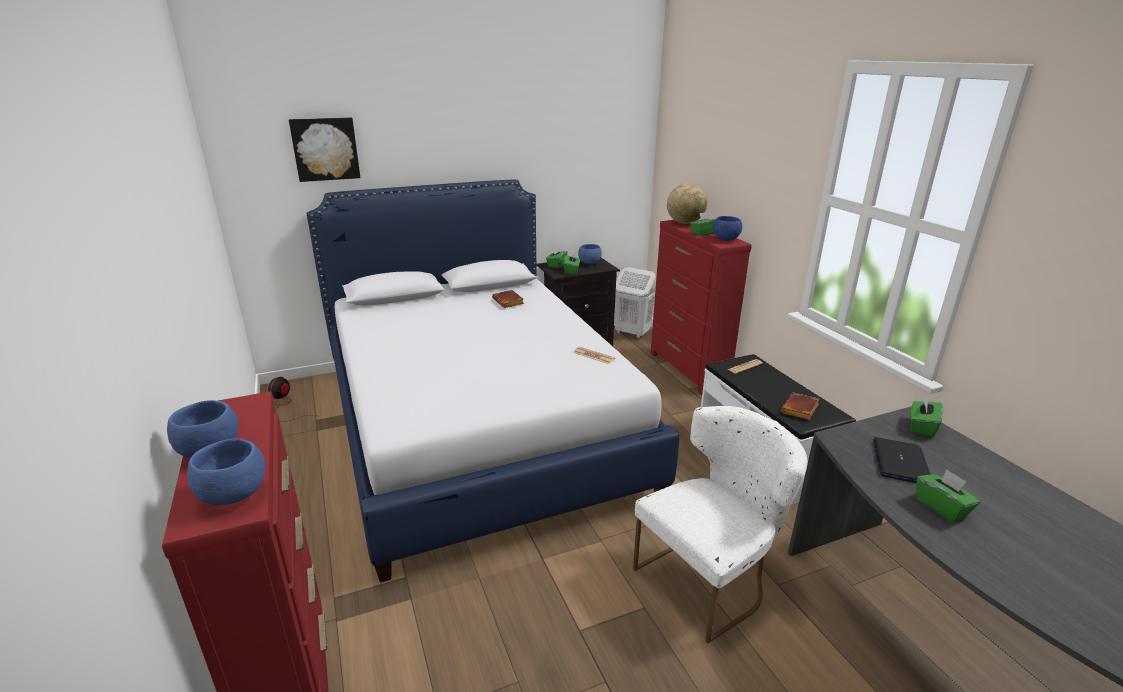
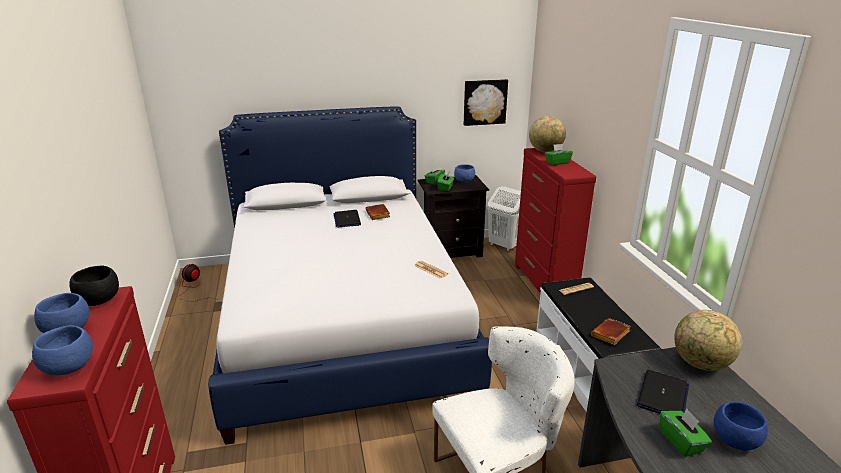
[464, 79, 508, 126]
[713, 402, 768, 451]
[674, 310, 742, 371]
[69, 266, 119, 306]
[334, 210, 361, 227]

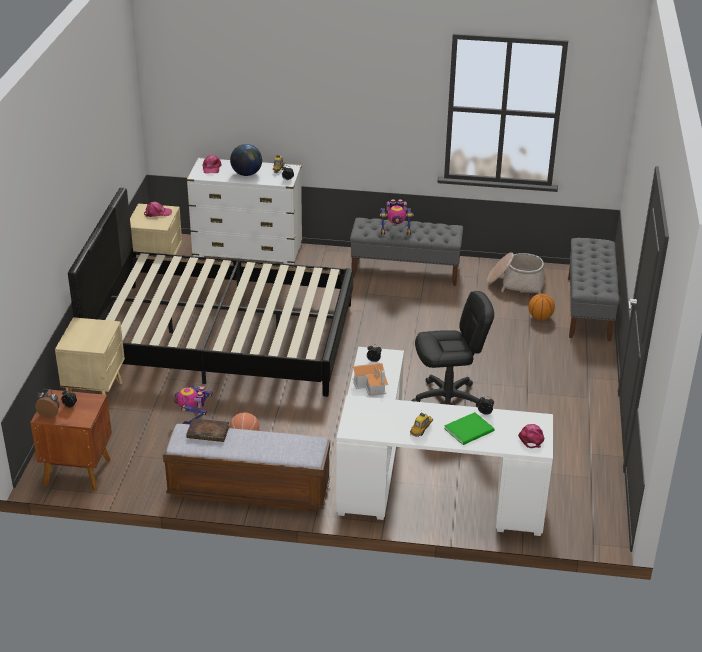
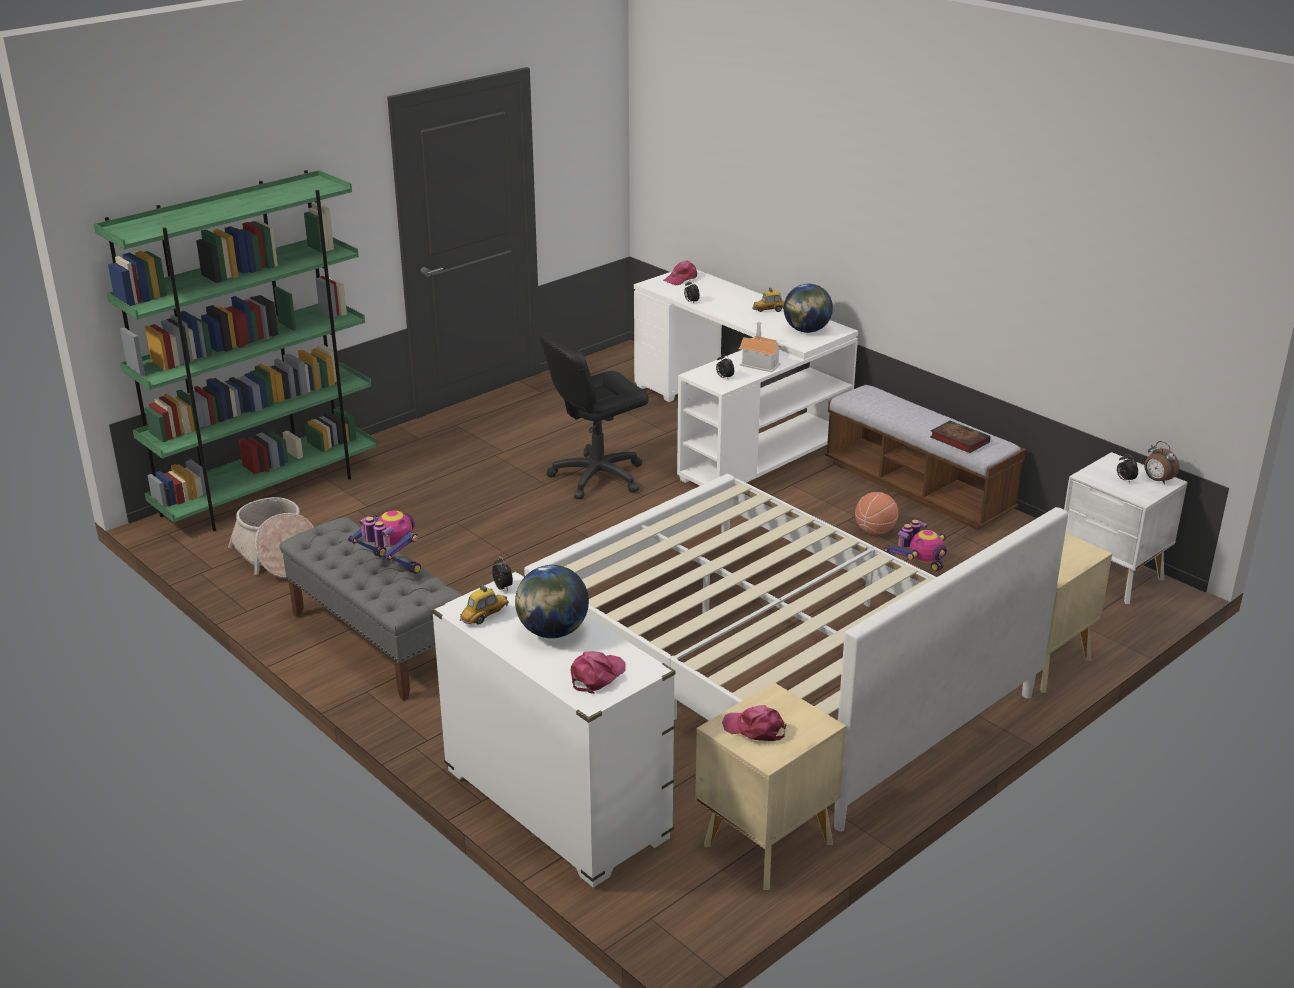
[1064, 452, 1188, 604]
[524, 474, 1068, 832]
[540, 332, 649, 499]
[444, 412, 495, 445] (first image)
[528, 294, 555, 320] (first image)
[94, 170, 377, 531]
[784, 284, 833, 333]

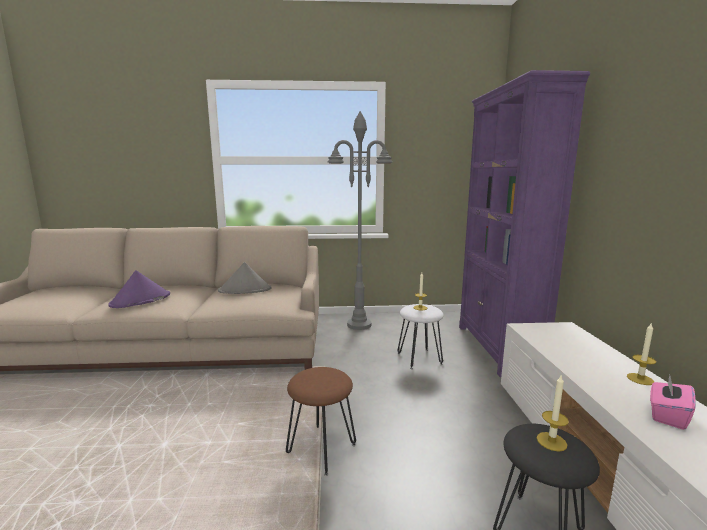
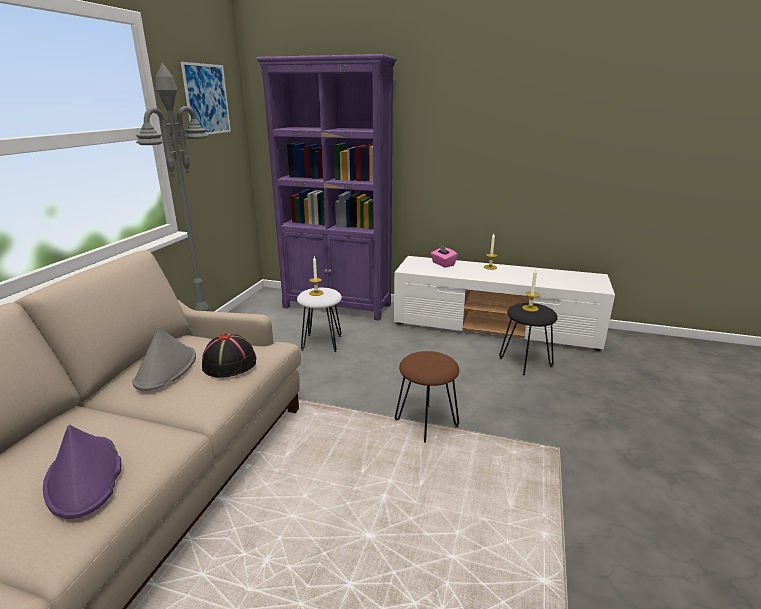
[431, 245, 458, 267]
[181, 62, 231, 135]
[202, 334, 256, 378]

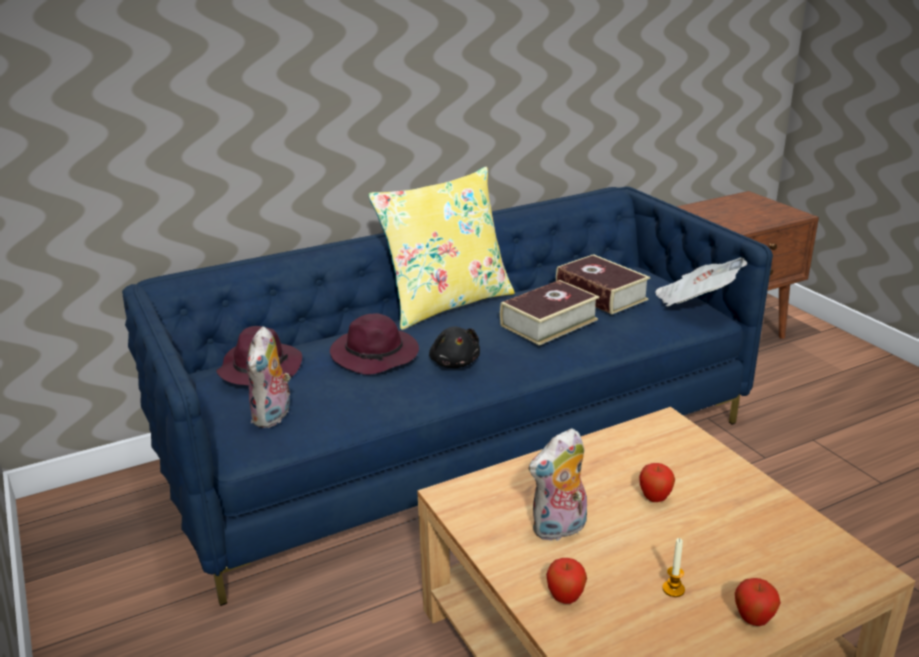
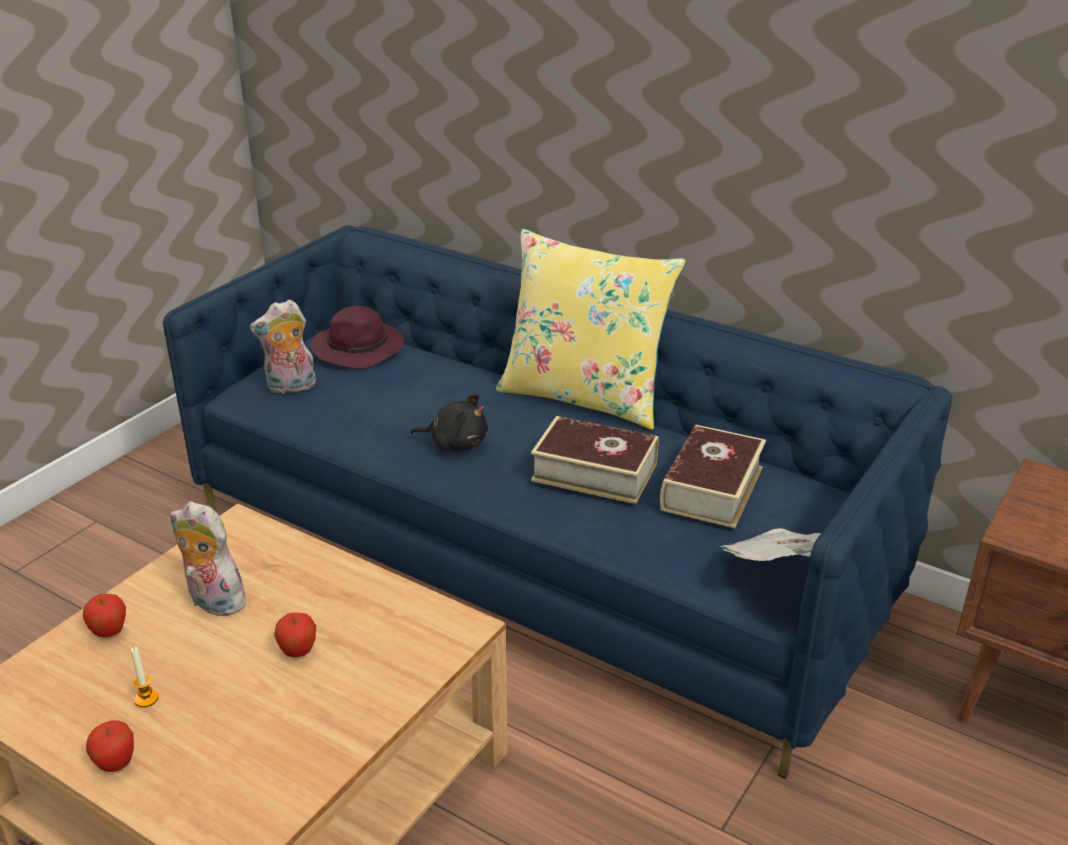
[330, 313, 419, 375] (first image)
[410, 394, 488, 451]

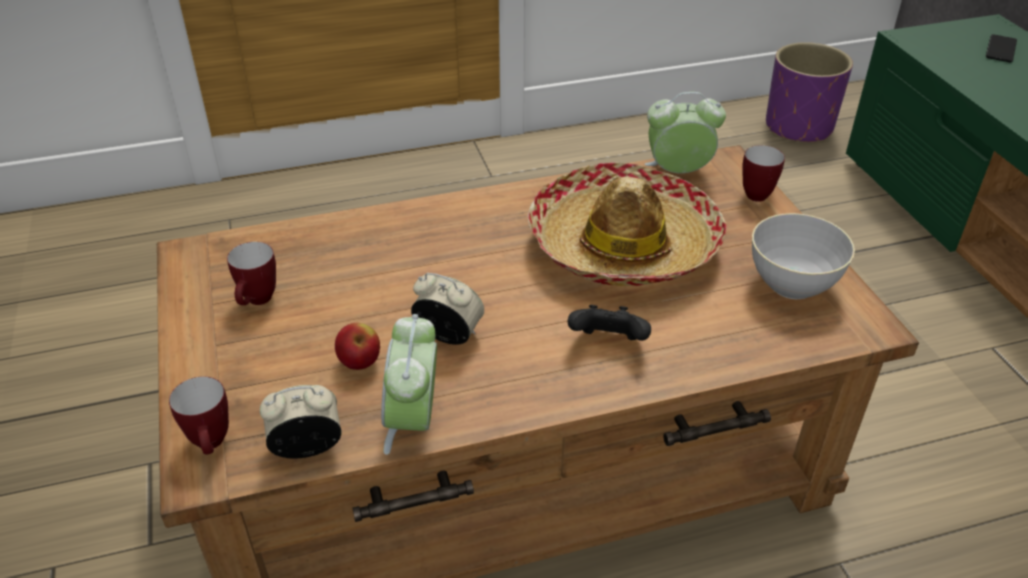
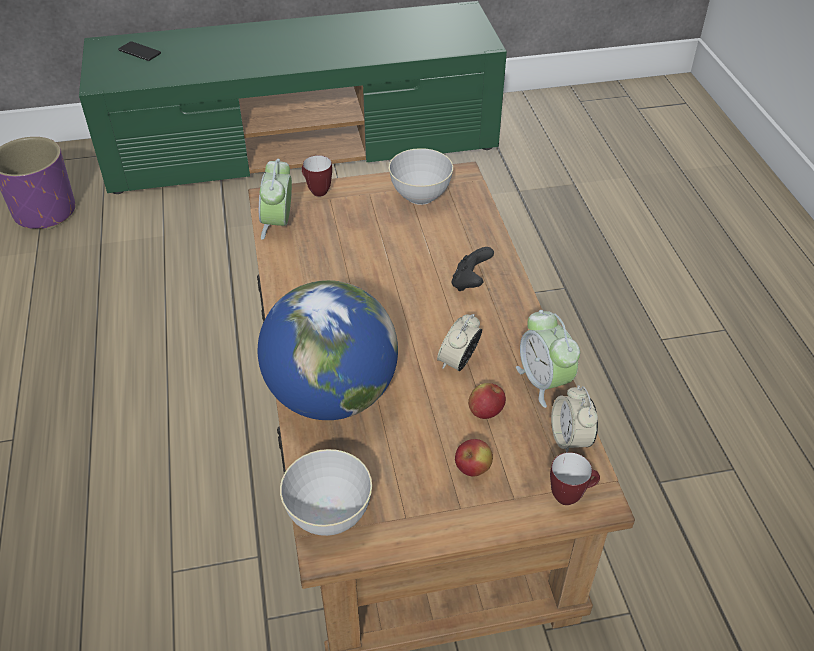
[227, 242, 276, 305] (first image)
[516, 310, 580, 408]
[528, 162, 726, 286] (first image)
[258, 280, 398, 420]
[280, 449, 372, 536]
[455, 439, 493, 477]

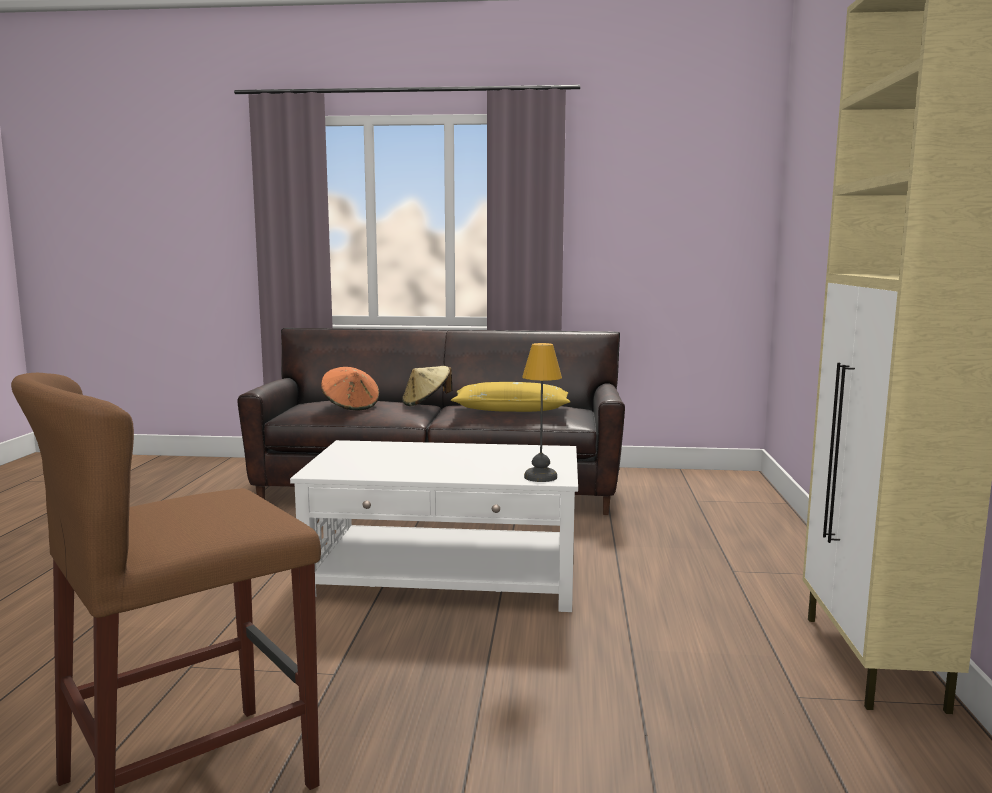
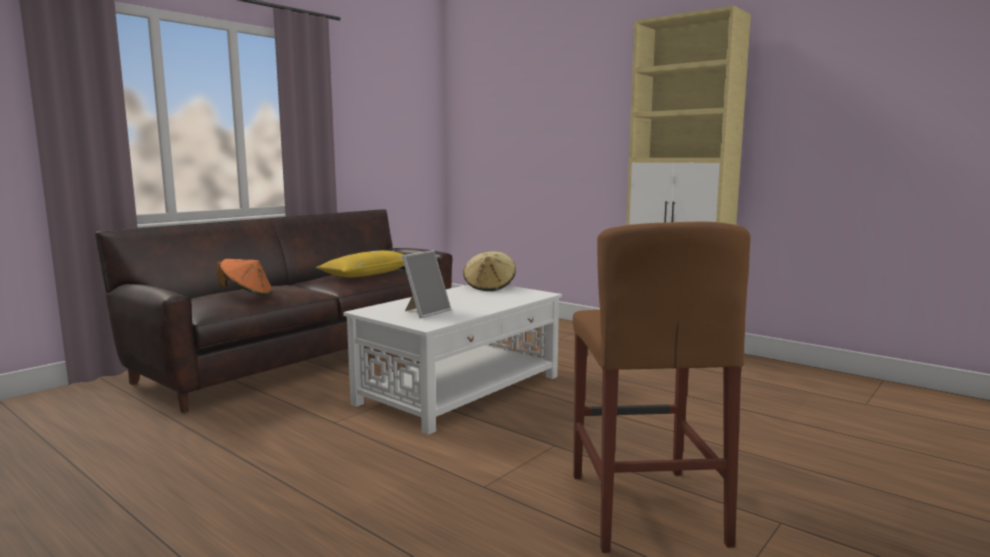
[463, 251, 516, 291]
[522, 343, 562, 482] (first image)
[402, 250, 451, 318]

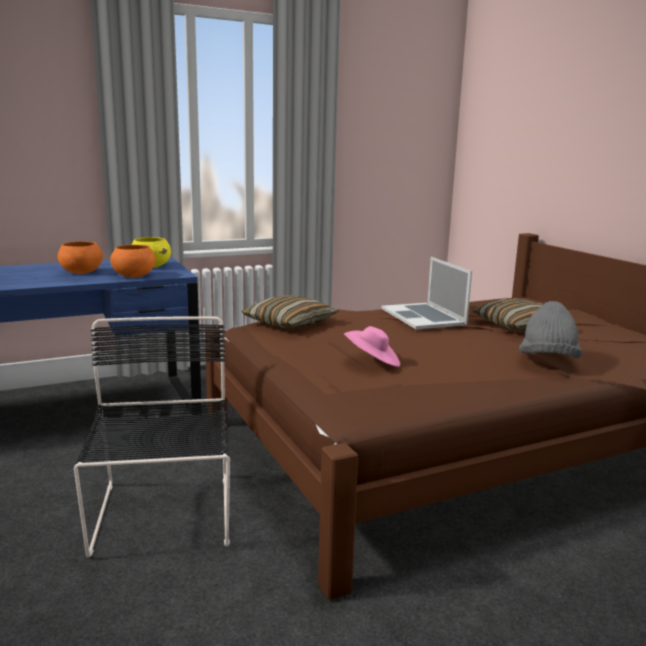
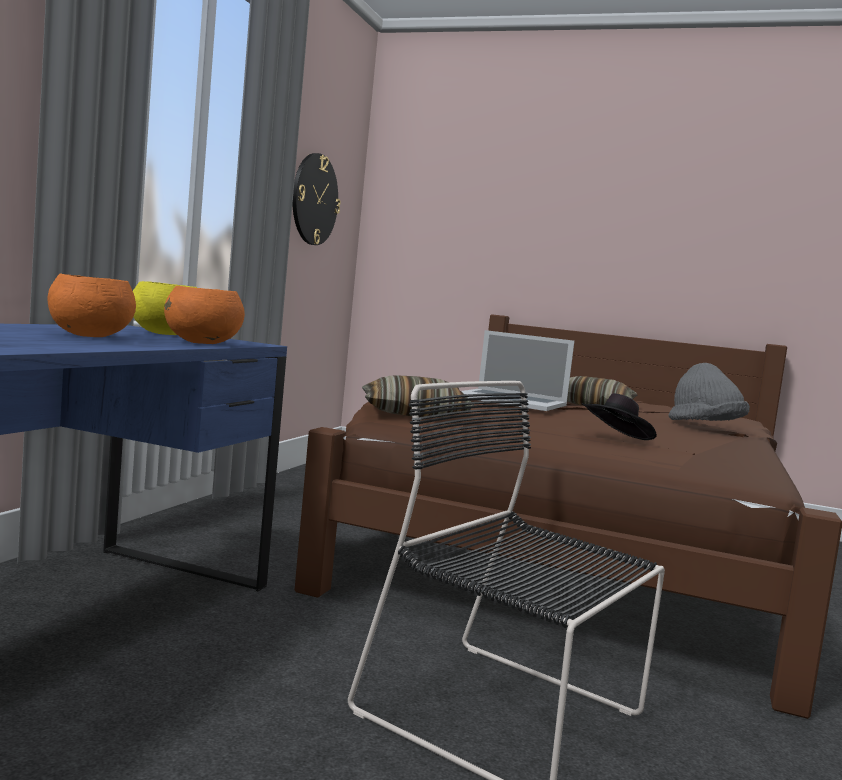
[582, 393, 657, 440]
[292, 153, 341, 245]

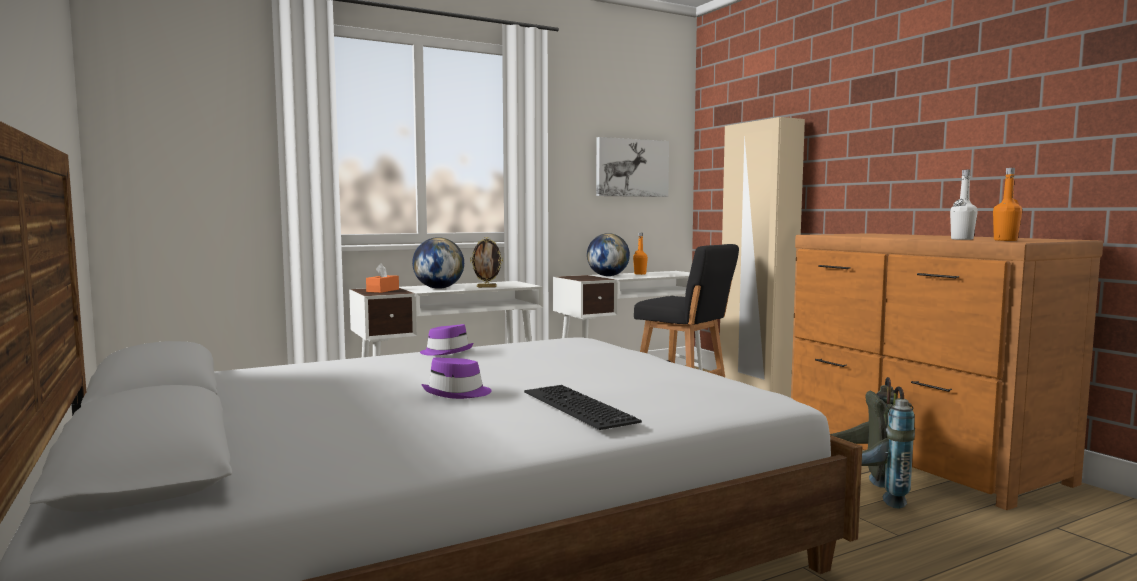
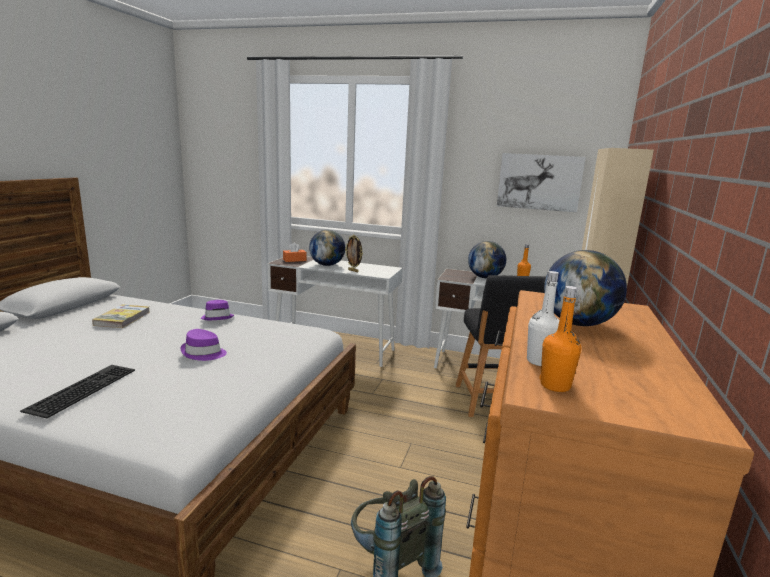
[181, 329, 227, 361]
[92, 304, 150, 328]
[544, 250, 627, 326]

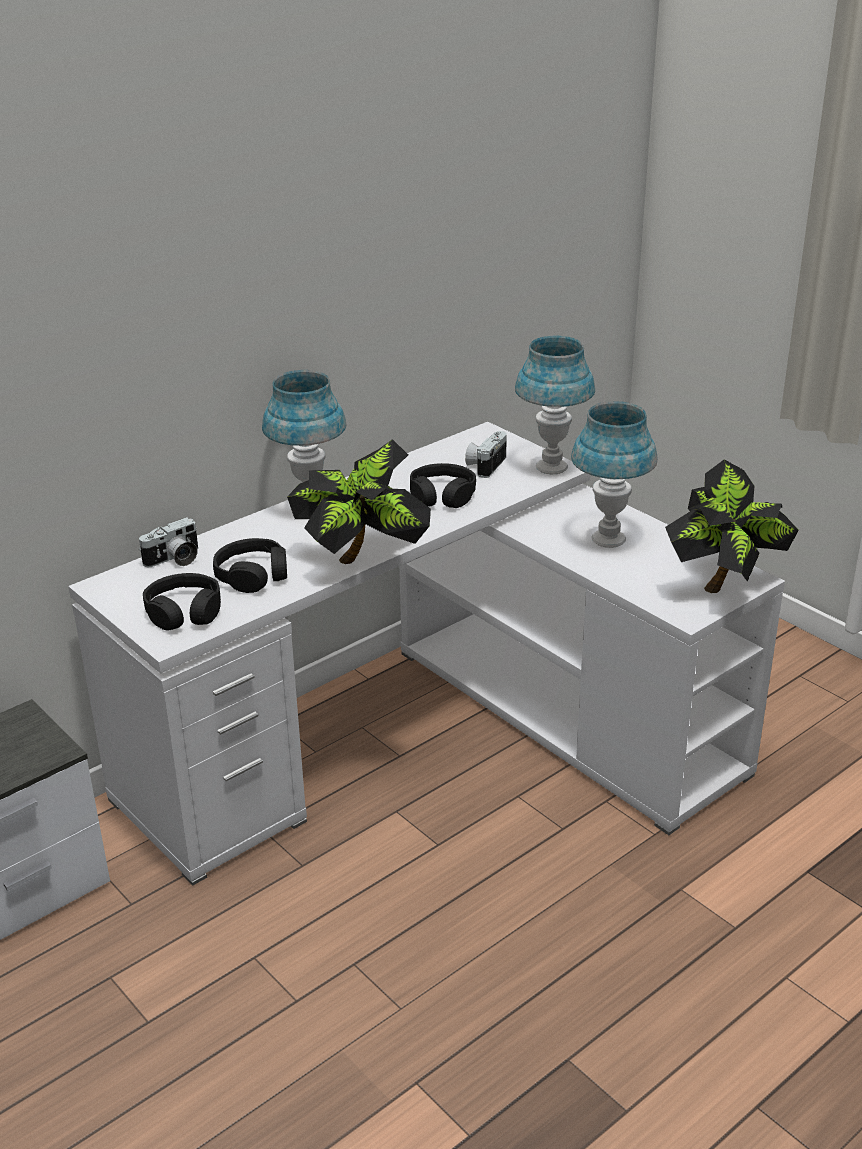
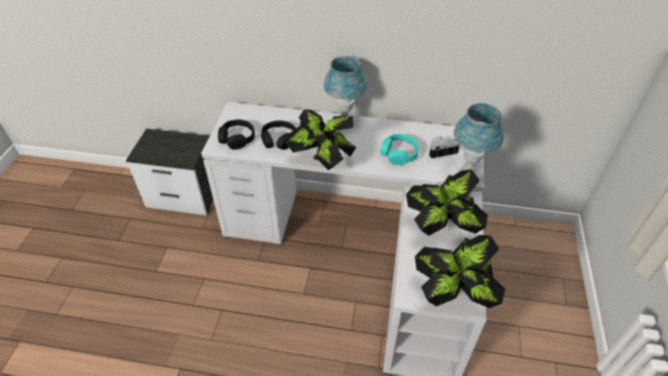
[139, 517, 198, 567] (first image)
[380, 134, 419, 165]
[406, 169, 488, 236]

